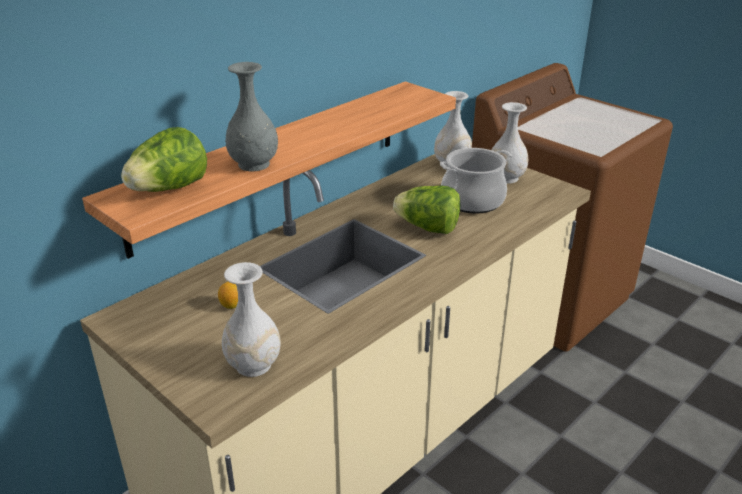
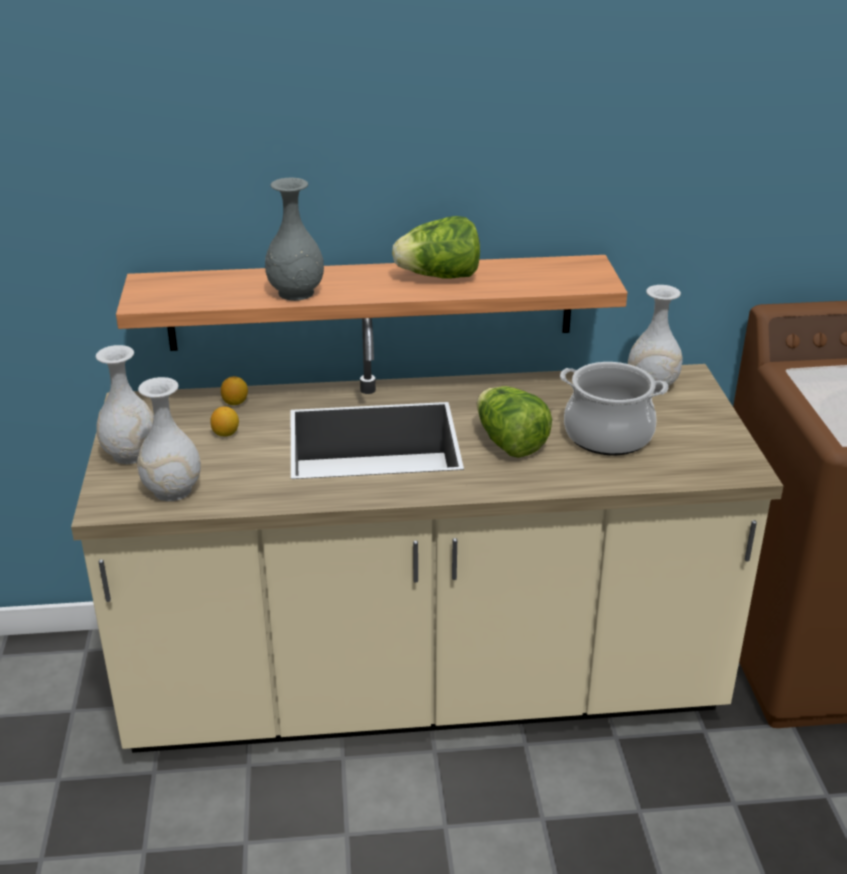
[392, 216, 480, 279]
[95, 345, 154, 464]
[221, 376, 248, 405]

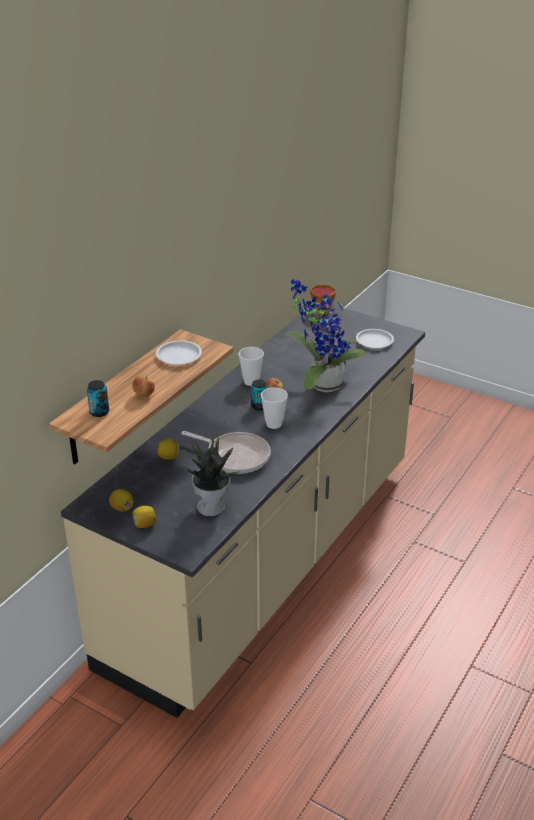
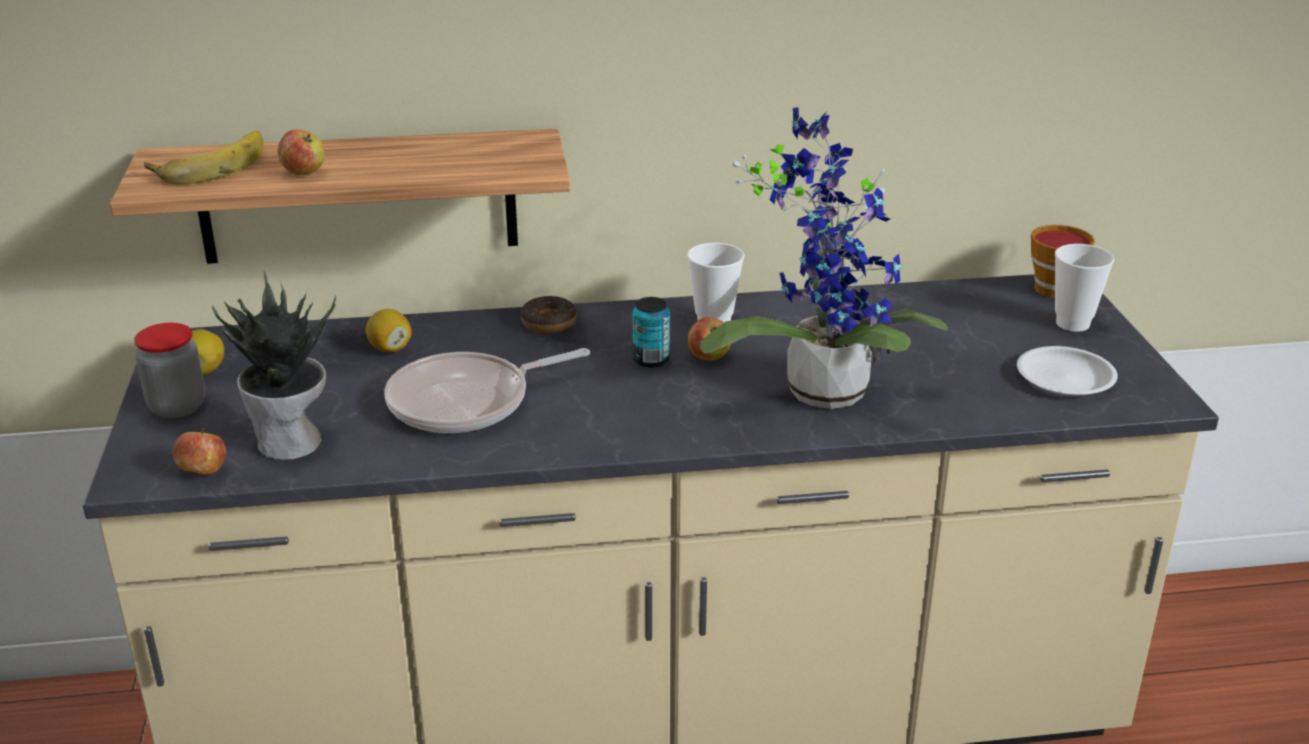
[144, 130, 264, 184]
[134, 323, 205, 418]
[156, 340, 202, 365] (first image)
[384, 348, 590, 433]
[1055, 244, 1114, 332]
[173, 428, 226, 475]
[520, 296, 577, 333]

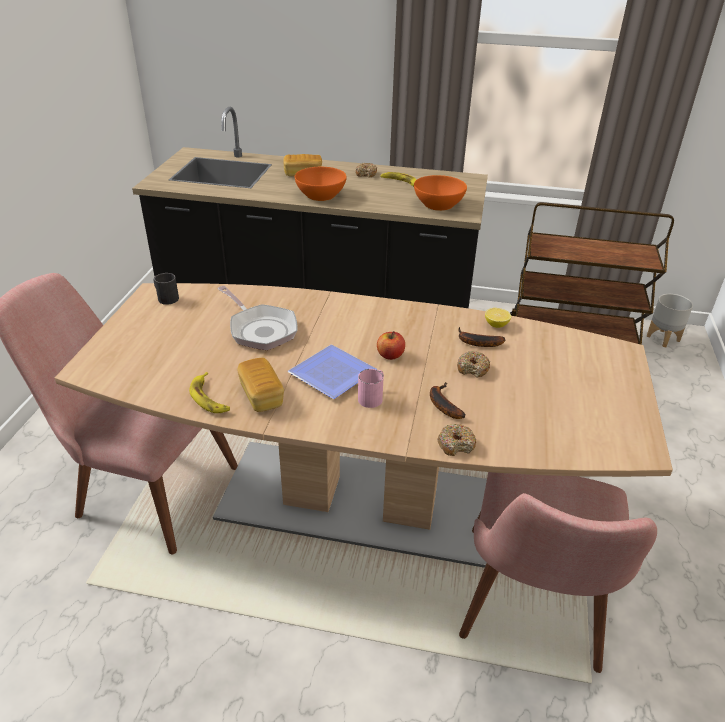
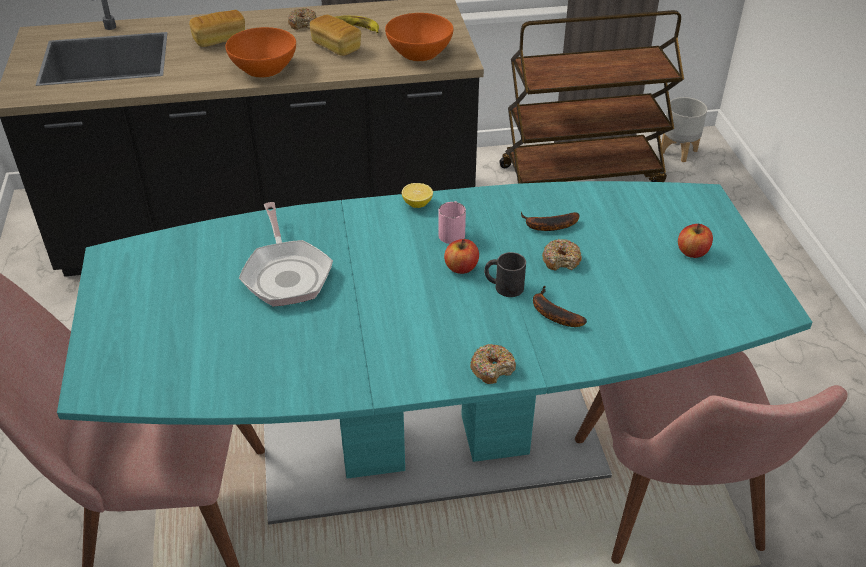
[57, 181, 812, 525]
[484, 252, 526, 297]
[189, 372, 230, 413] (first image)
[239, 202, 333, 307]
[310, 15, 361, 56]
[288, 345, 377, 399] (first image)
[438, 201, 466, 244]
[470, 344, 516, 384]
[402, 183, 433, 208]
[678, 224, 713, 258]

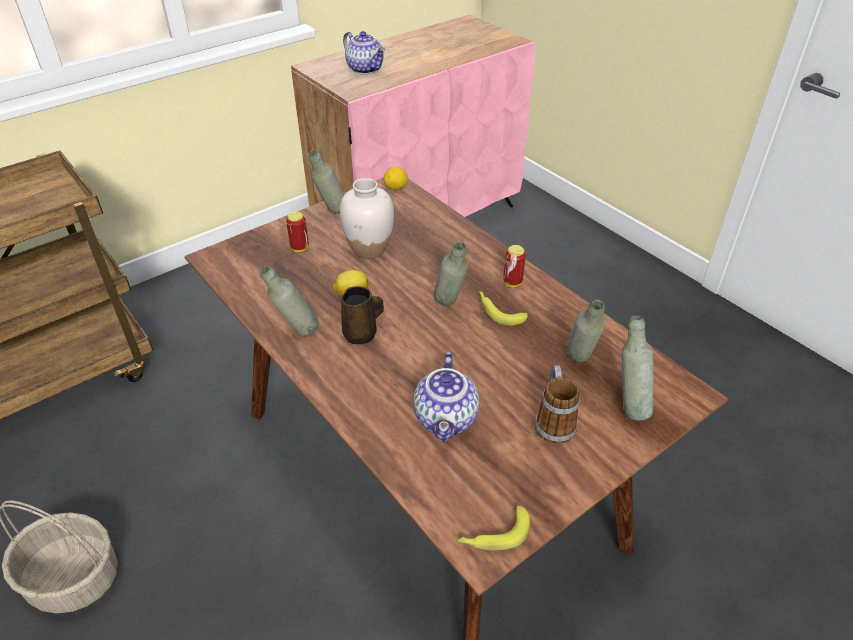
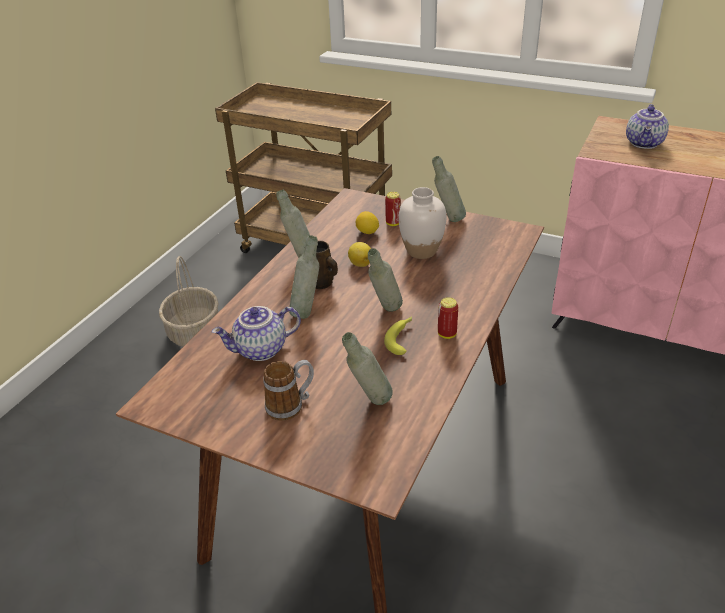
[356, 211, 379, 234]
[458, 506, 530, 550] (first image)
[289, 235, 319, 319]

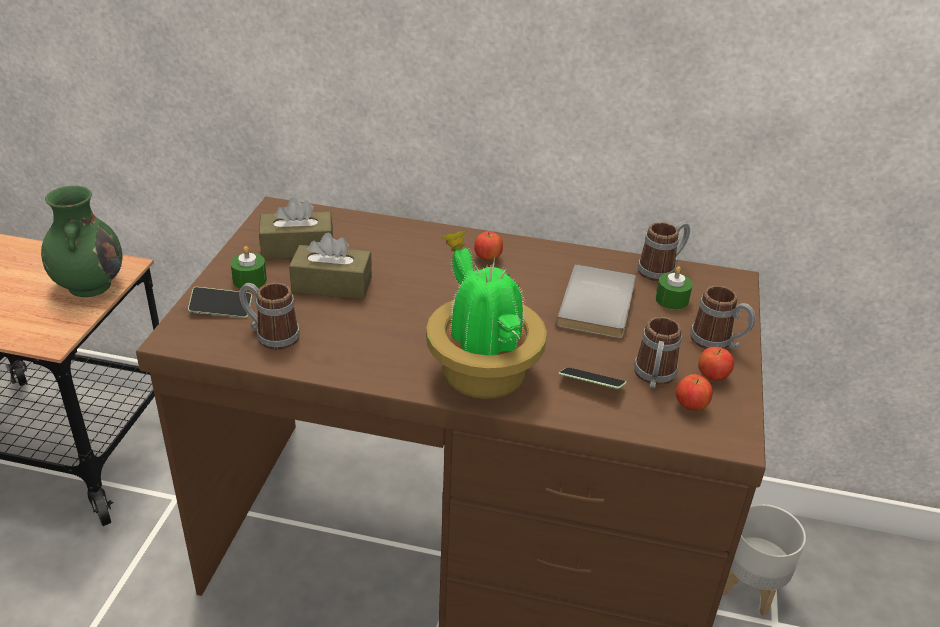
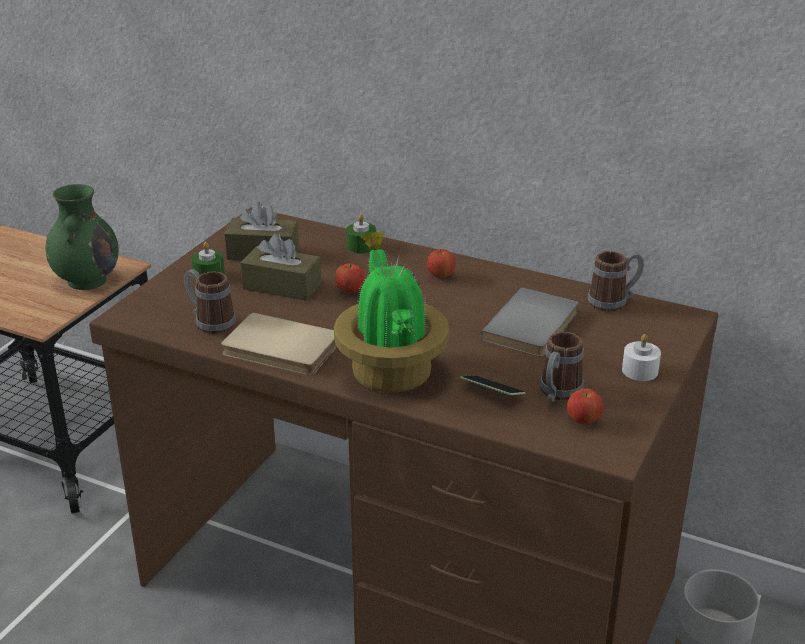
[188, 287, 252, 318] (first image)
[346, 214, 376, 254]
[622, 334, 661, 381]
[335, 263, 365, 293]
[222, 312, 337, 375]

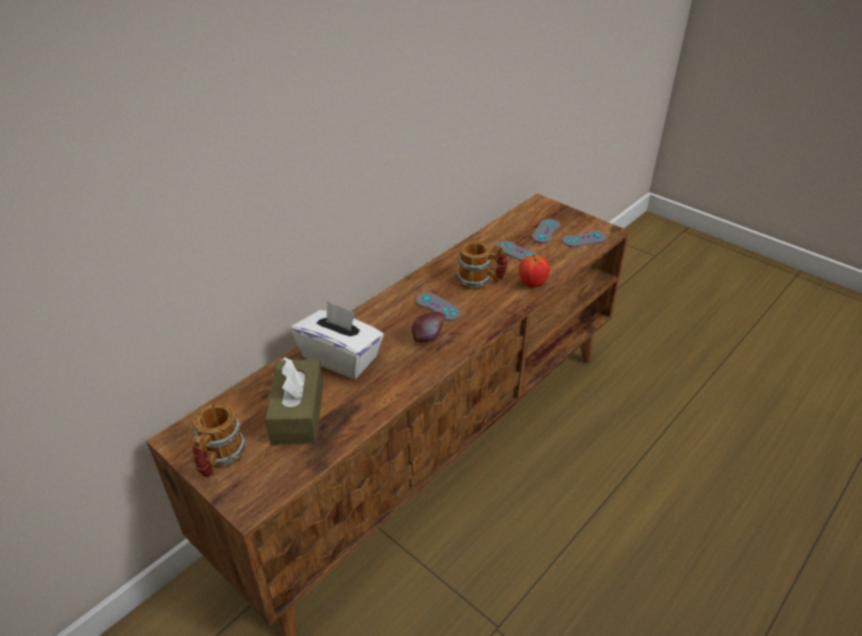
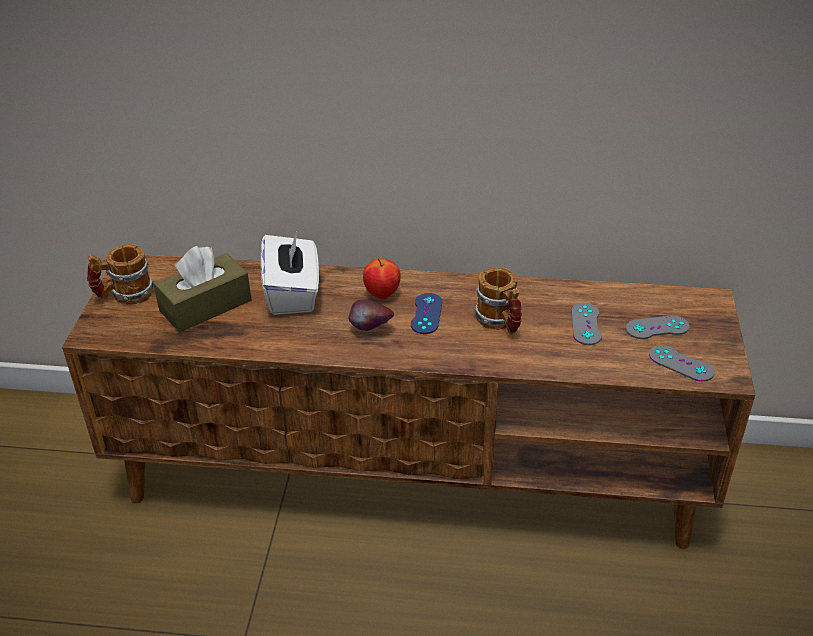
[411, 293, 442, 334]
[363, 258, 401, 299]

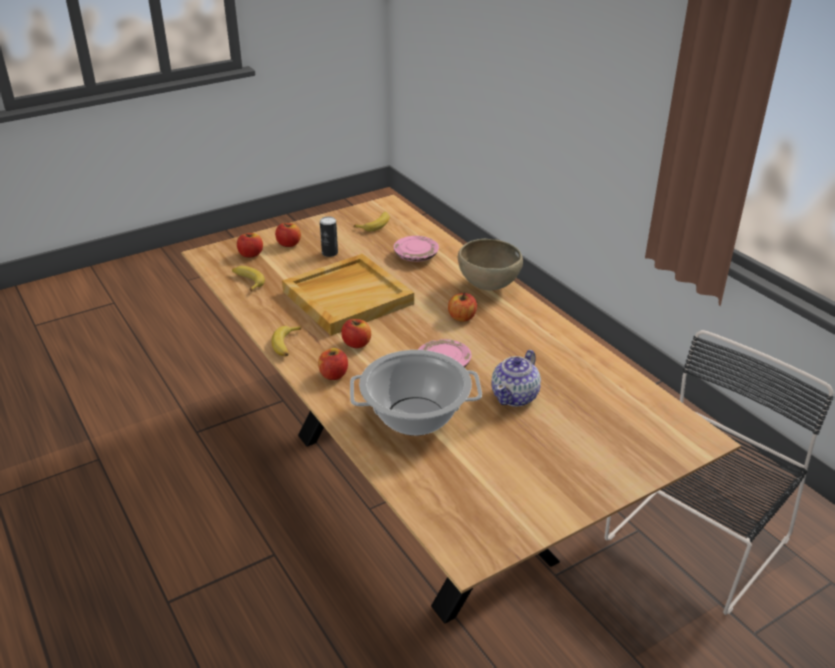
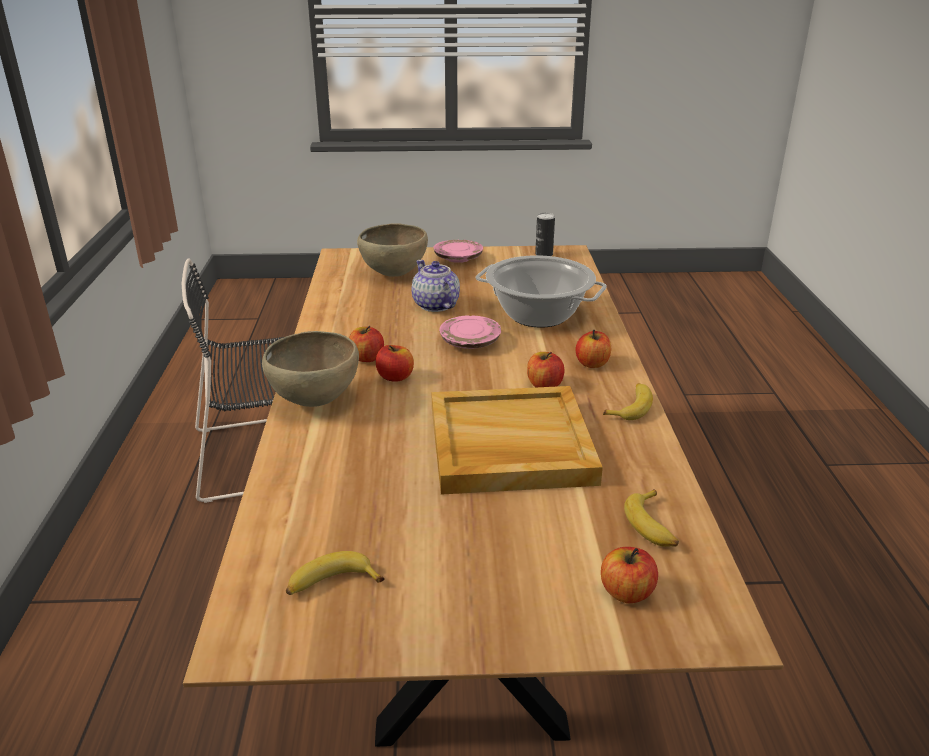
[349, 326, 384, 362]
[535, 213, 555, 256]
[433, 239, 483, 263]
[411, 260, 460, 312]
[357, 223, 428, 277]

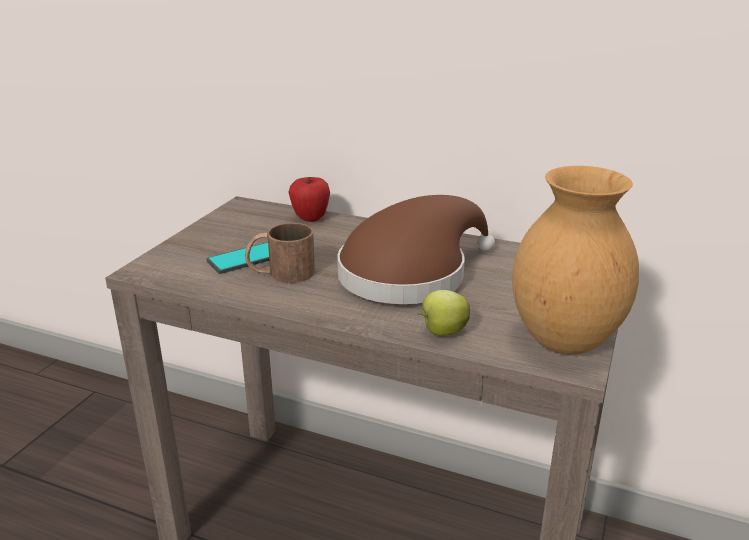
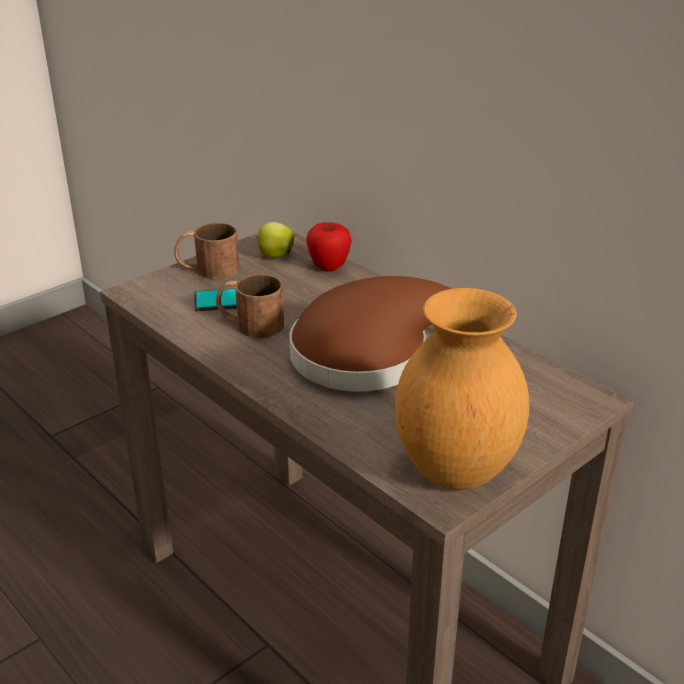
[256, 222, 295, 258]
[174, 223, 239, 279]

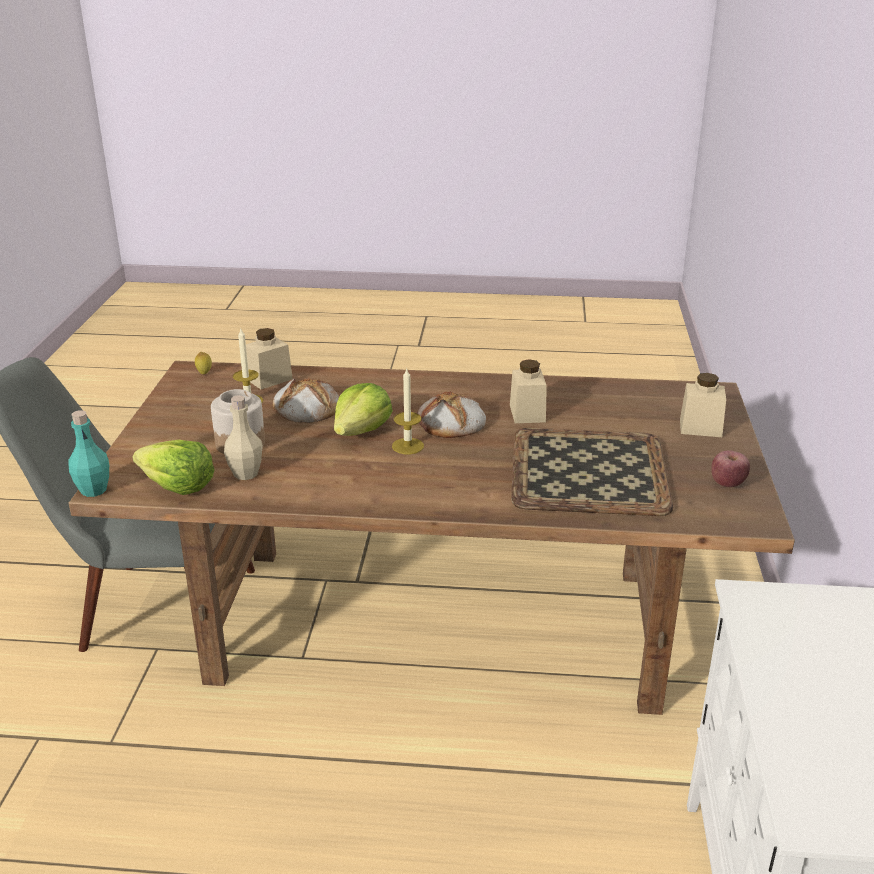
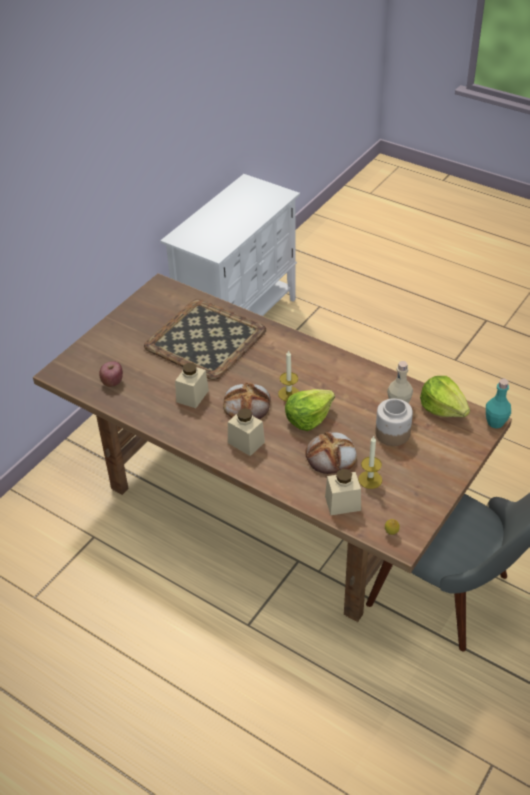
[228, 408, 265, 456]
[99, 361, 123, 387]

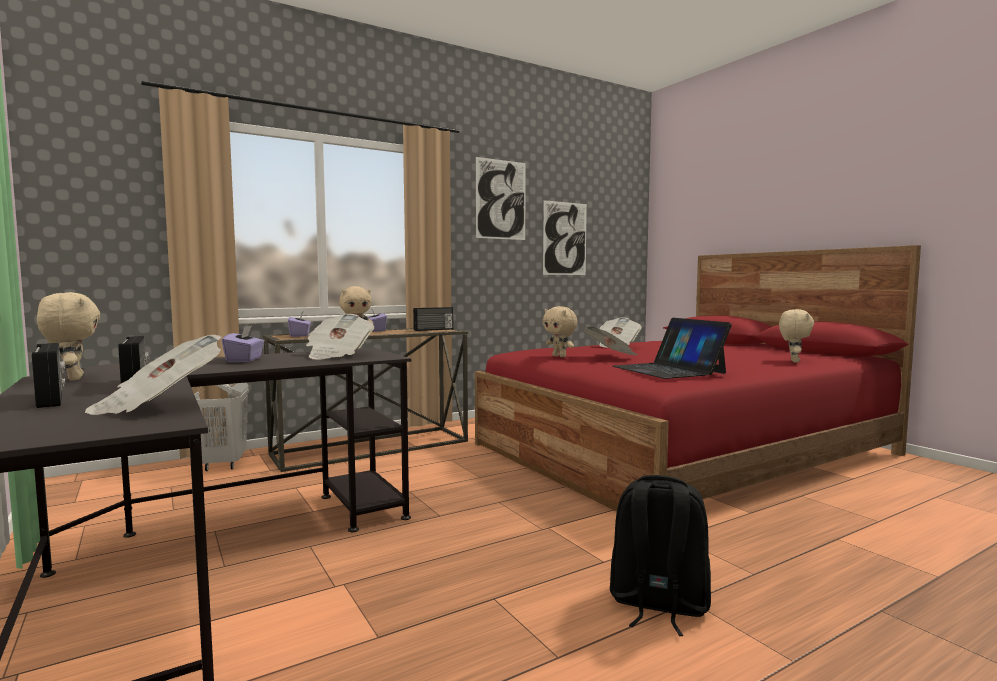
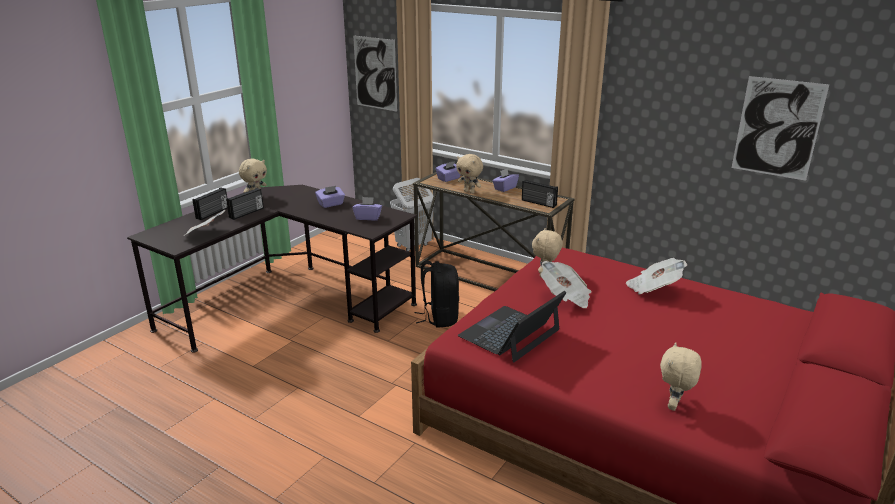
[352, 197, 382, 220]
[353, 35, 397, 112]
[415, 261, 459, 328]
[660, 342, 702, 411]

